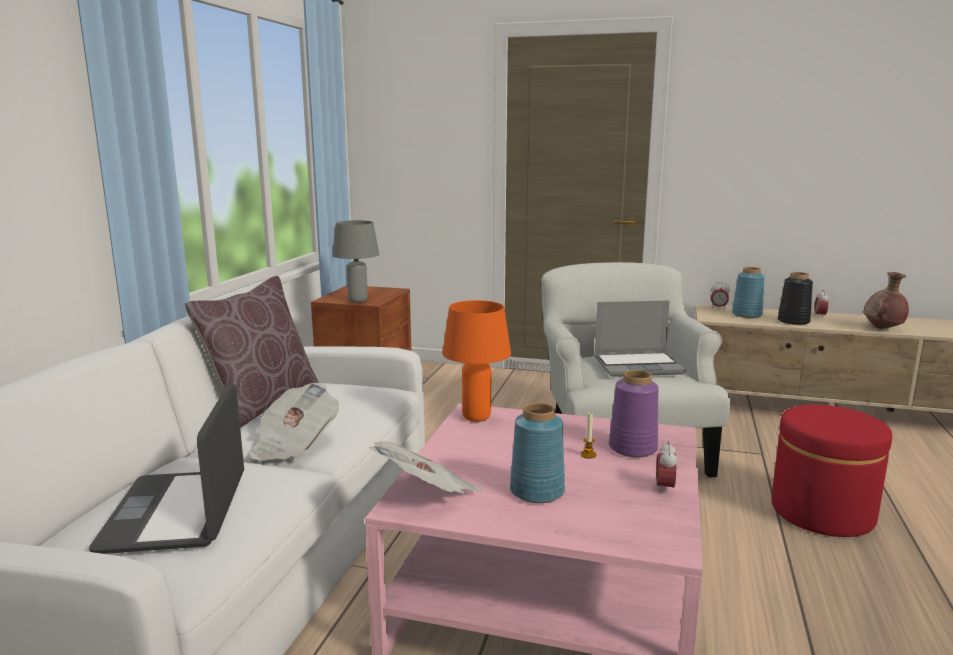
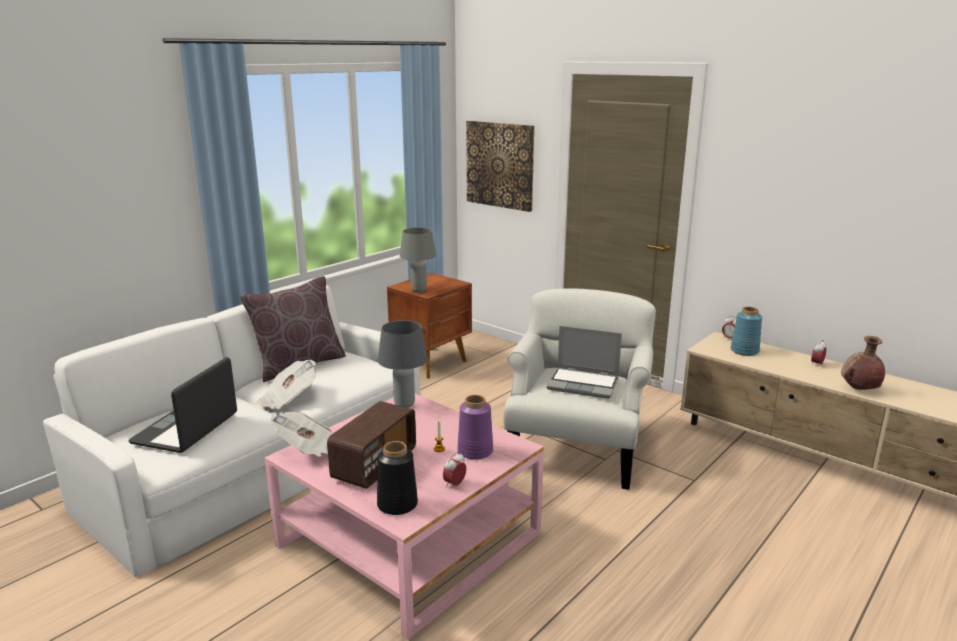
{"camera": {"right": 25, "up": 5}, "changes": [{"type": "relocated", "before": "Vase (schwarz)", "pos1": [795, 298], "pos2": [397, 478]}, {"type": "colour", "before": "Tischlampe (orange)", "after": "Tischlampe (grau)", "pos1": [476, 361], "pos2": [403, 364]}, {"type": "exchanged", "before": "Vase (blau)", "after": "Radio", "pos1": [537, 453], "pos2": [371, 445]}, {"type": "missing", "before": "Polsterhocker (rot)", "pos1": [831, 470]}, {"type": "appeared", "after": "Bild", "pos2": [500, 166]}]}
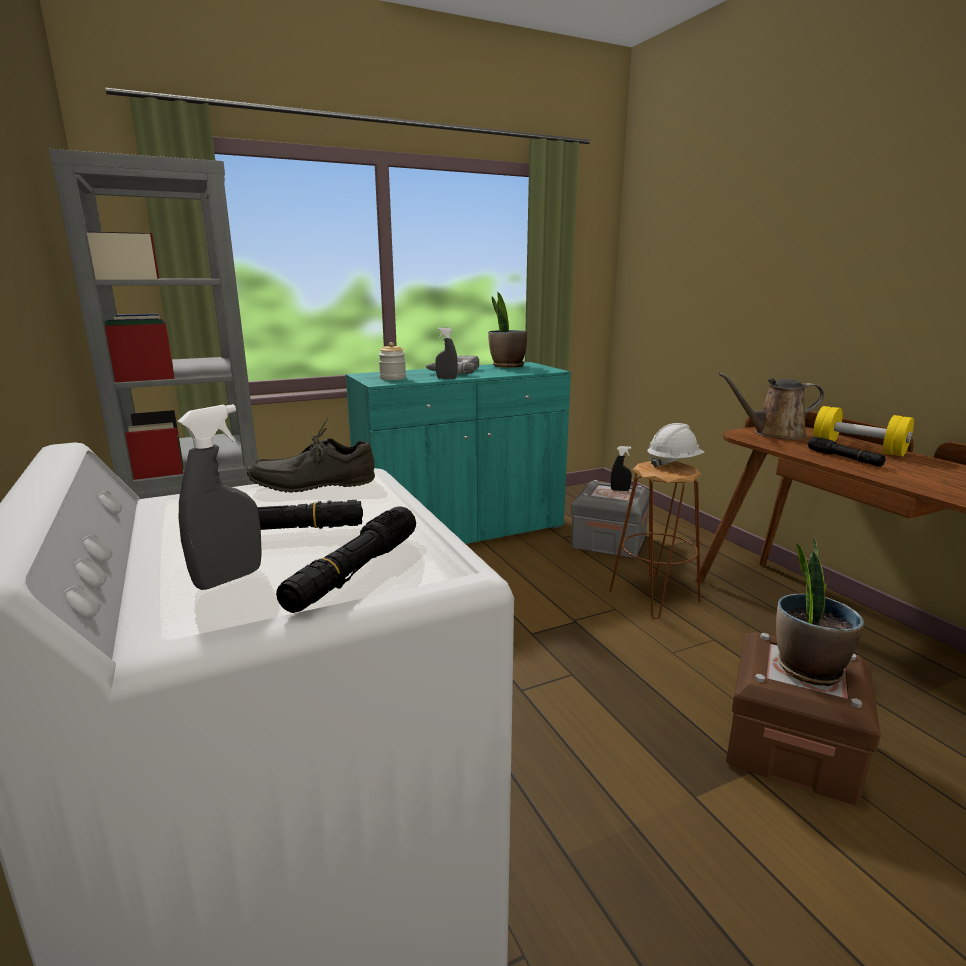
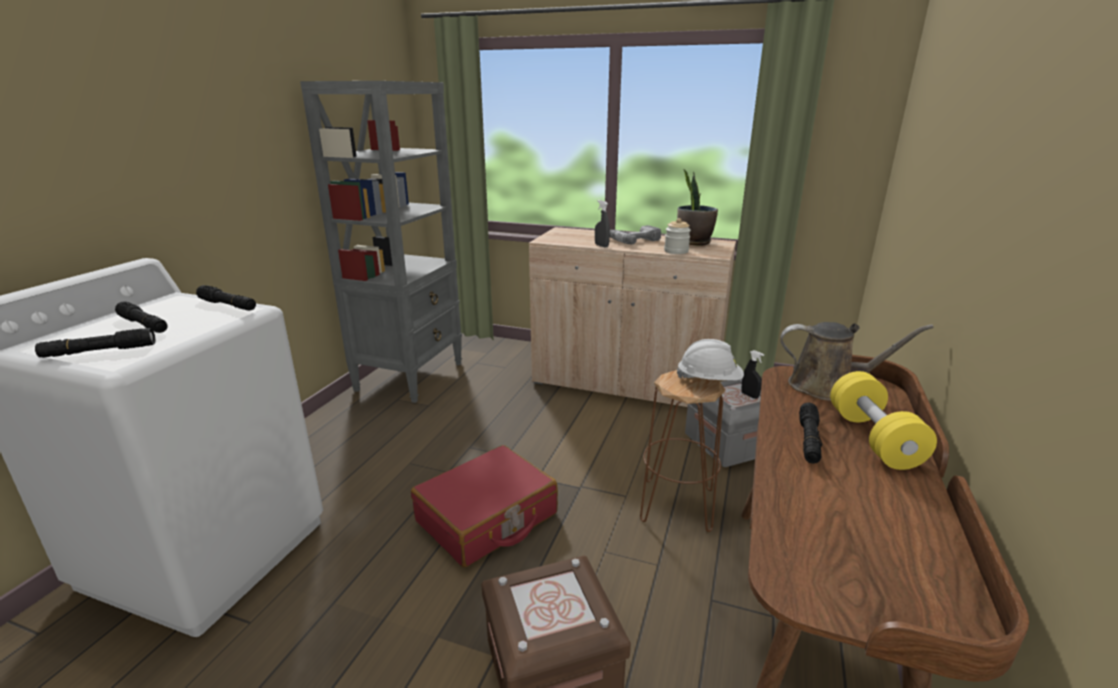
{"camera": {"right": 45, "up": 5}, "changes": [{"type": "relocated", "before": "Vorratsglas", "pos1": [392, 361], "pos2": [677, 236]}, {"type": "colour", "before": "Schrank (türkis)", "after": "Schrank (beige)", "pos1": [458, 453], "pos2": [632, 317]}, {"type": "spun", "before": "Gießkanne (braun)", "pos1": [771, 406], "pos2": [857, 361], "turn": 150}, {"type": "missing", "before": "Sprühflasche (grau)", "pos1": [219, 497]}, {"type": "exchanged", "before": "Schuh (grau)", "after": "Taschenlampe (schwarz)", "pos1": [311, 455], "pos2": [226, 298]}, {"type": "missing", "before": "Topfpflanze", "pos1": [820, 611]}, {"type": "appeared", "after": "Koffer (rot)", "pos2": [484, 506]}]}
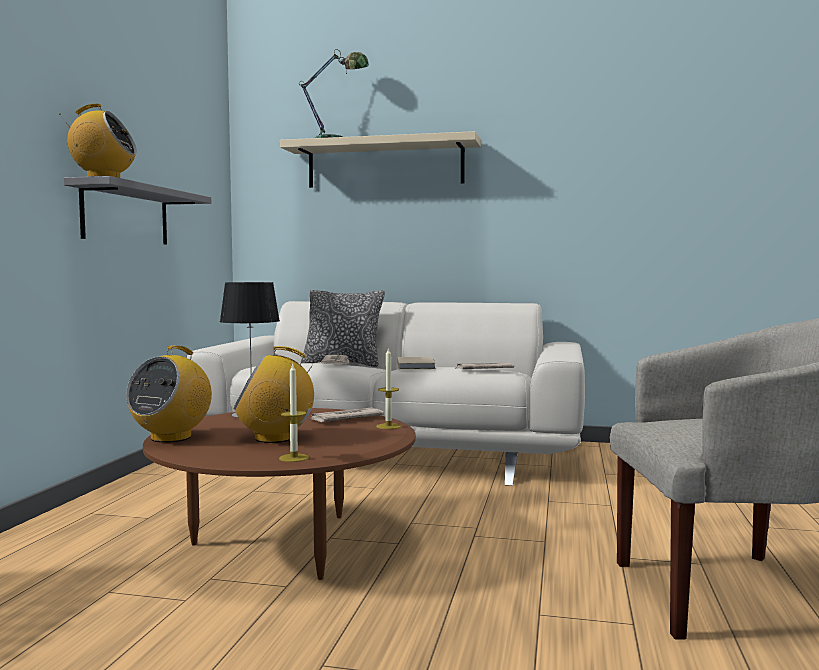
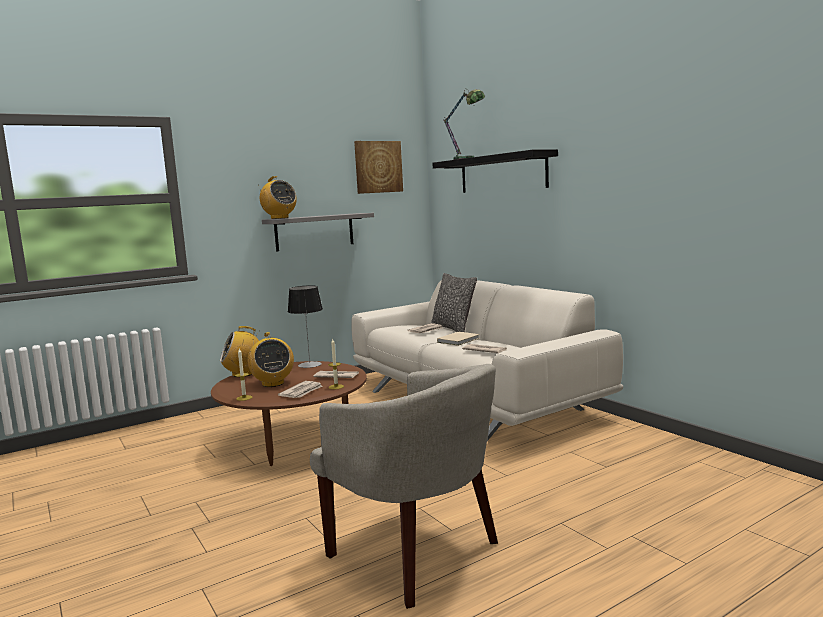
{"camera": {"right": 45, "up": 5}, "changes": [{"type": "colour", "before": "Wandregal (beige)", "after": "Wandregal (schwarz)", "pos1": [380, 159], "pos2": [495, 171]}, {"type": "spun", "before": "Radio", "pos1": [275, 394], "pos2": [271, 359], "turn": -150}, {"type": "appeared", "after": "Bild", "pos2": [378, 167]}, {"type": "appeared", "after": "Zeitung", "pos2": [300, 389]}]}
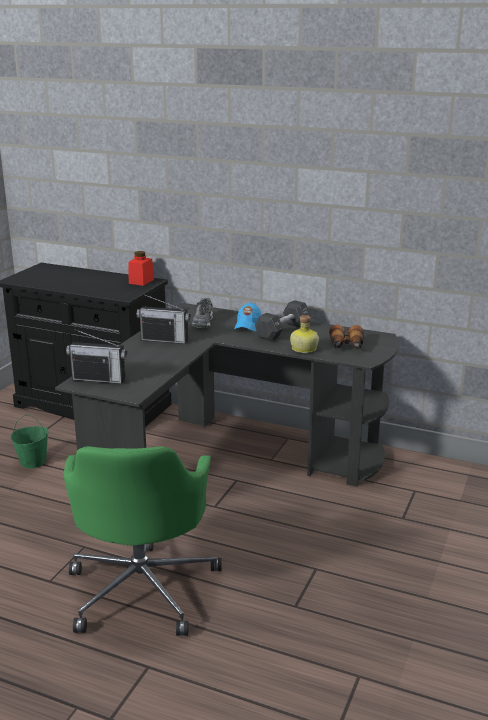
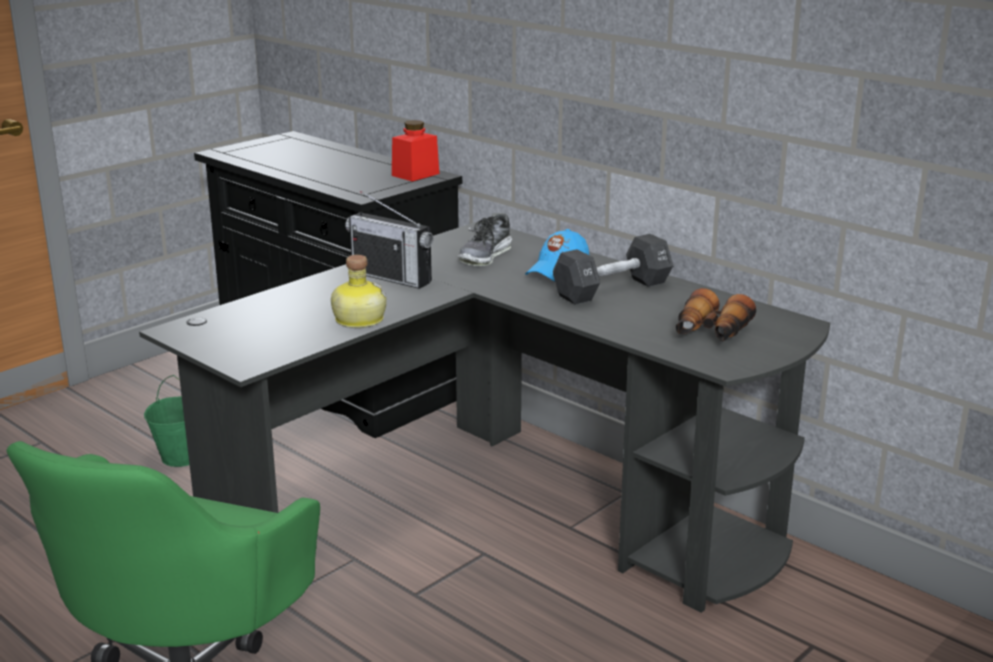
{"camera": {"right": 20, "up": 0}, "changes": [{"type": "relocated", "before": "Flasche", "pos1": [304, 334], "pos2": [359, 291]}, {"type": "missing", "before": "Radio", "pos1": [96, 357]}]}
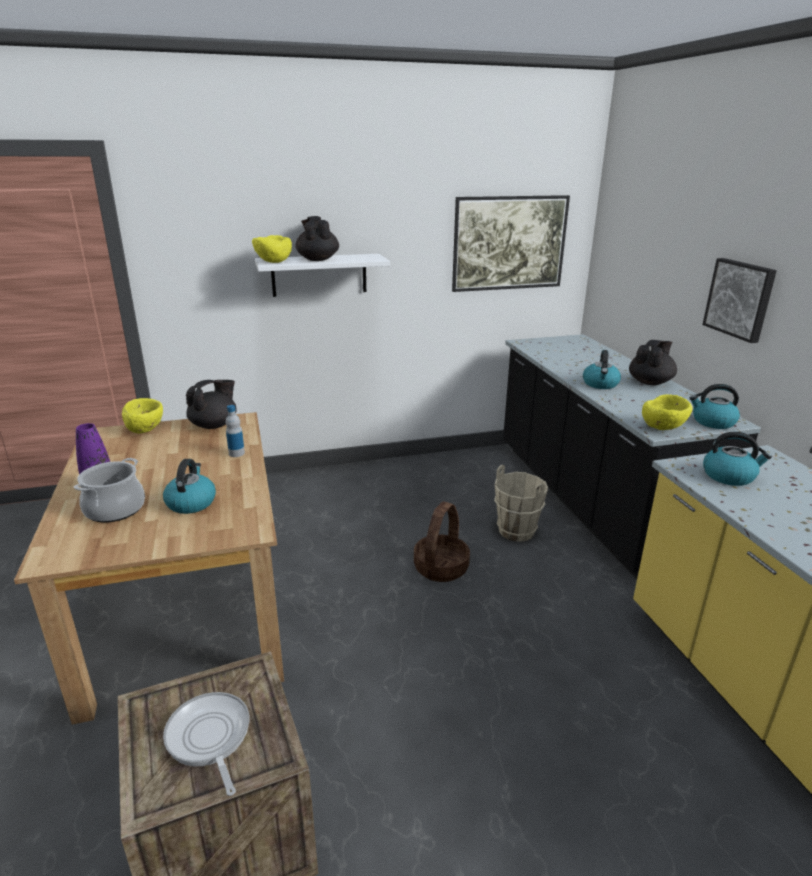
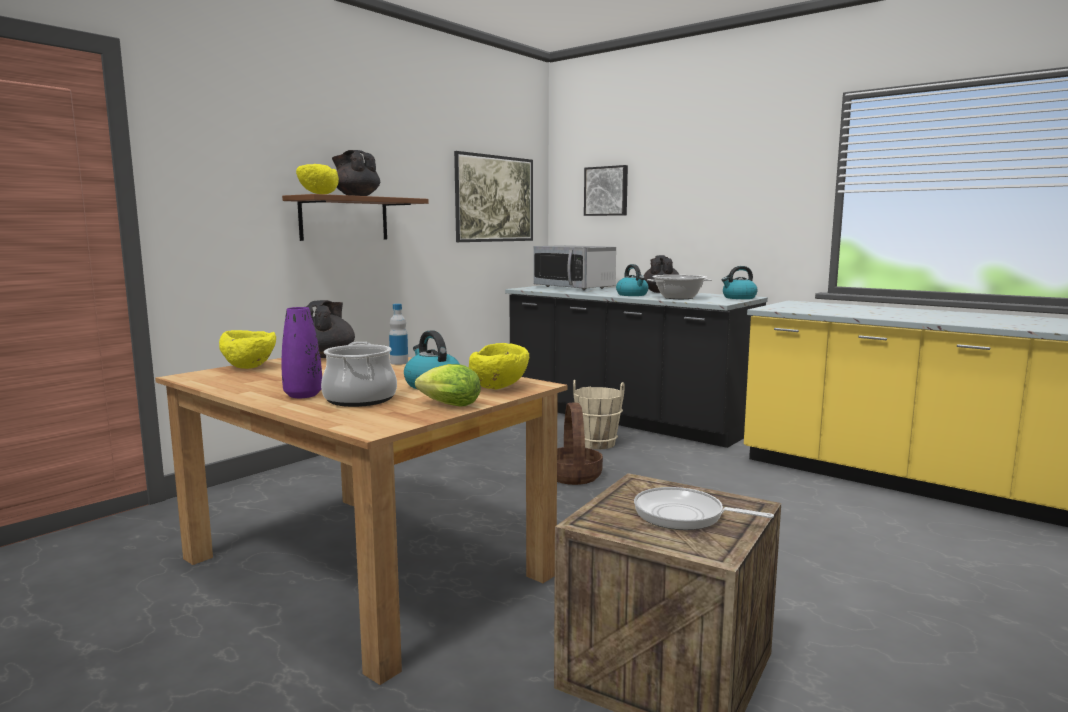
{"camera": {"right": -35, "up": -15}, "changes": [{"type": "colour", "before": "Wandregal (weiß)", "after": "Wandregal (braun)", "pos1": [322, 275], "pos2": [355, 217]}, {"type": "relocated", "before": "Bild", "pos1": [739, 300], "pos2": [606, 190]}, {"type": "relocated", "before": "Schüssel (gelb)", "pos1": [667, 412], "pos2": [499, 366]}, {"type": "missing", "before": "Wasserkessel", "pos1": [737, 459]}, {"type": "appeared", "after": "Mikrowelle", "pos2": [575, 267]}, {"type": "appeared", "after": "Kochtopf", "pos2": [679, 287]}, {"type": "appeared", "after": "Salatkopf", "pos2": [448, 385]}]}
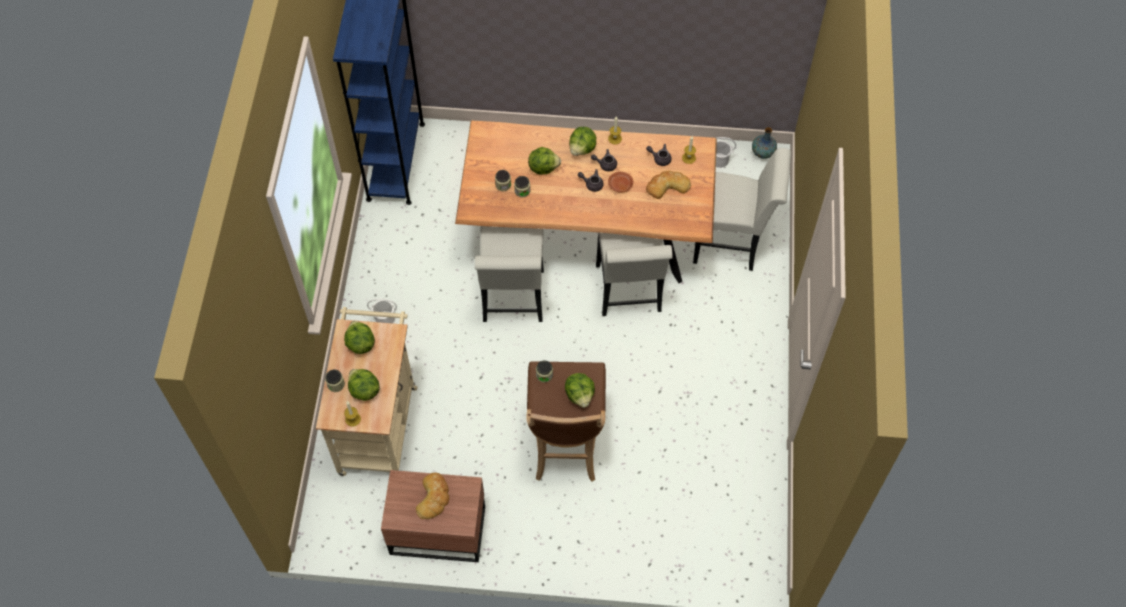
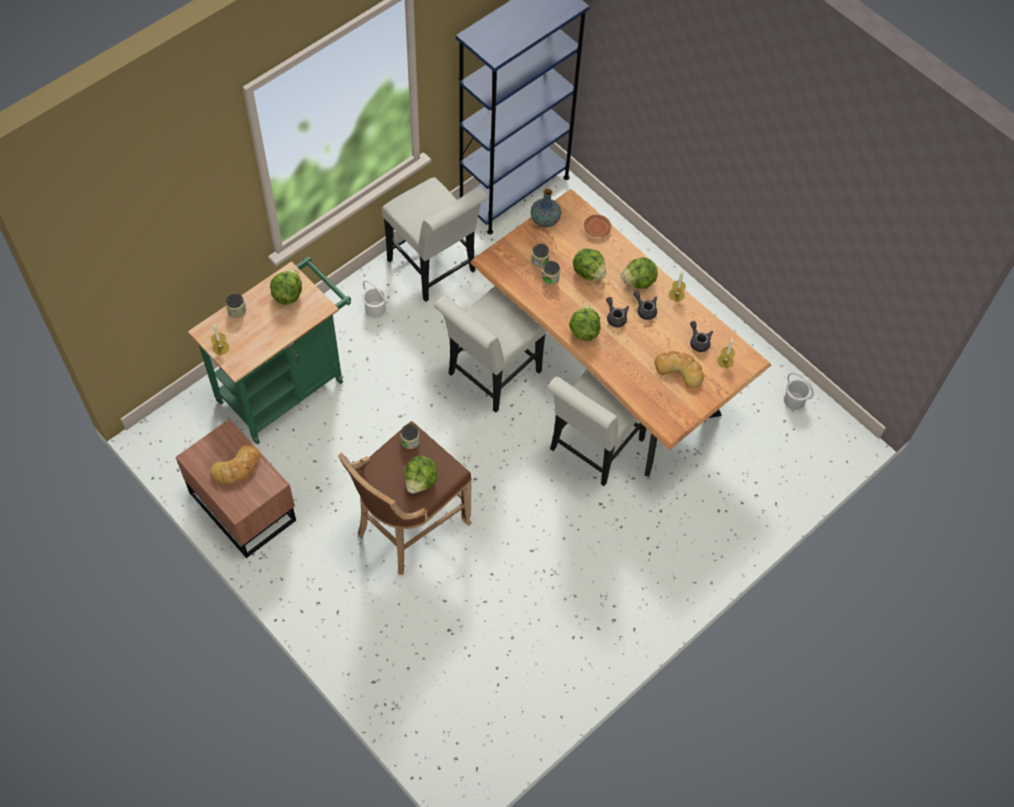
{"camera": {"right": 40, "up": 0}, "changes": [{"type": "relocated", "before": "Vase", "pos1": [764, 143], "pos2": [546, 208]}, {"type": "relocated", "before": "Stuhl (weiß)", "pos1": [742, 209], "pos2": [435, 239]}, {"type": "relocated", "before": "Teller (braun)", "pos1": [620, 182], "pos2": [597, 226]}, {"type": "colour", "before": "Rollwagen (beige)", "after": "Rollwagen (grün)", "pos1": [366, 391], "pos2": [269, 350]}, {"type": "relocated", "before": "Salatkopf", "pos1": [364, 385], "pos2": [584, 323]}]}
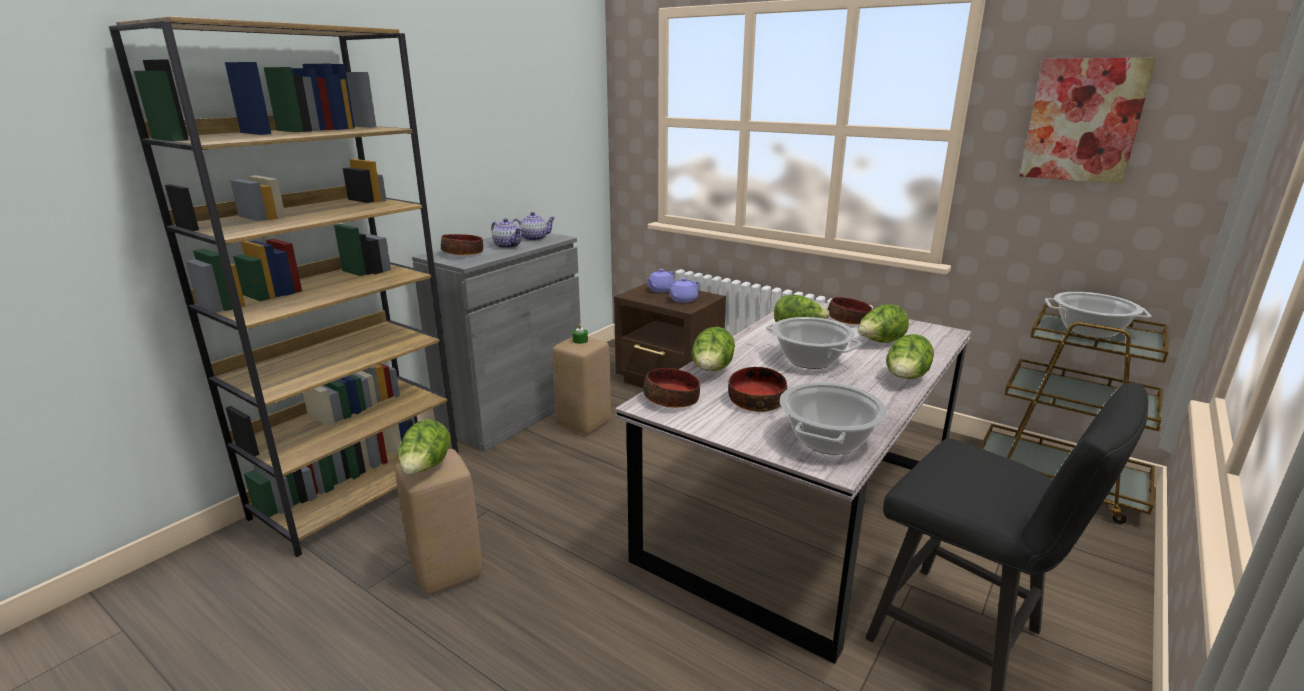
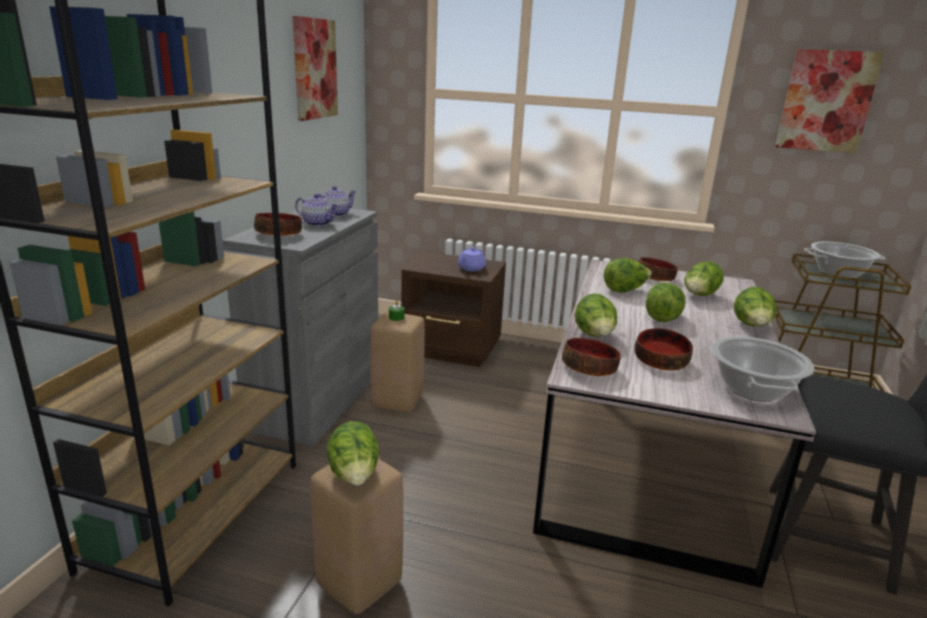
{"camera": {"right": -20, "up": 0}, "changes": [{"type": "missing", "before": "Teekanne (lila)", "pos1": [661, 281]}, {"type": "exchanged", "before": "Kochtopf", "after": "Salatkopf", "pos1": [814, 343], "pos2": [665, 302]}, {"type": "appeared", "after": "Bild", "pos2": [315, 68]}]}
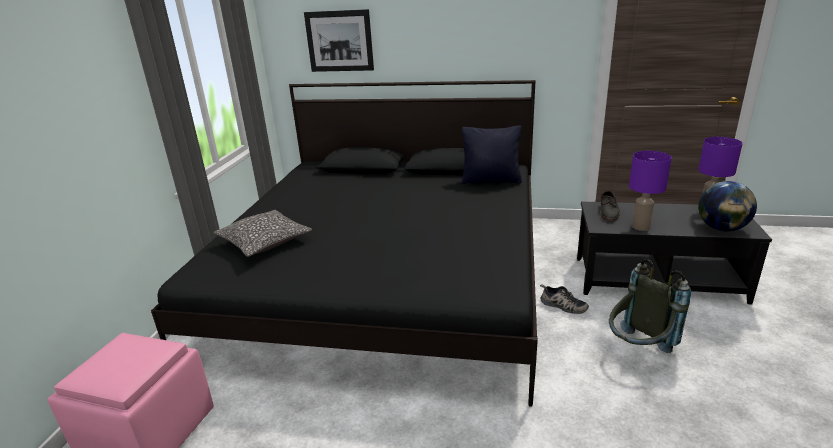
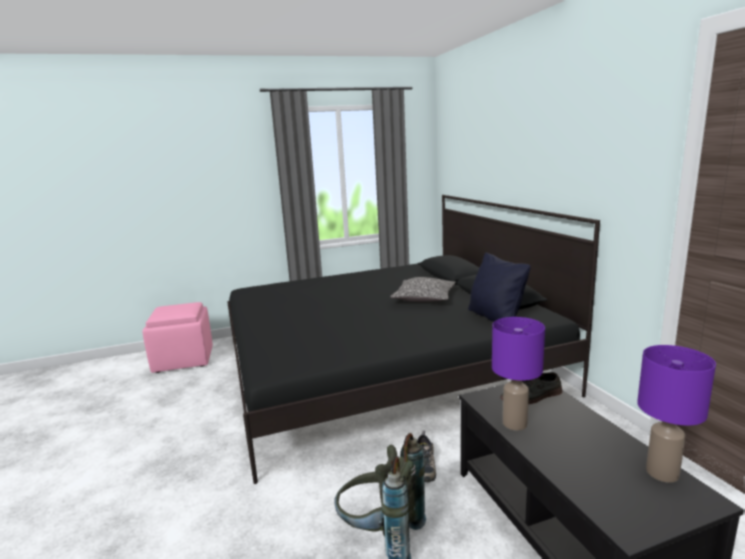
{"camera": {"right": 60, "up": -10}, "changes": [{"type": "missing", "before": "Bild", "pos1": [339, 40]}, {"type": "missing", "before": "Globus", "pos1": [727, 206]}, {"type": "relocated", "before": "Kissen", "pos1": [263, 233], "pos2": [423, 289]}]}
